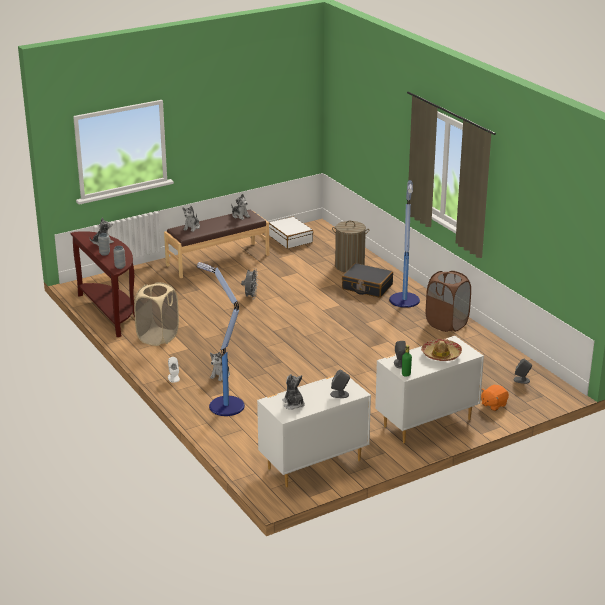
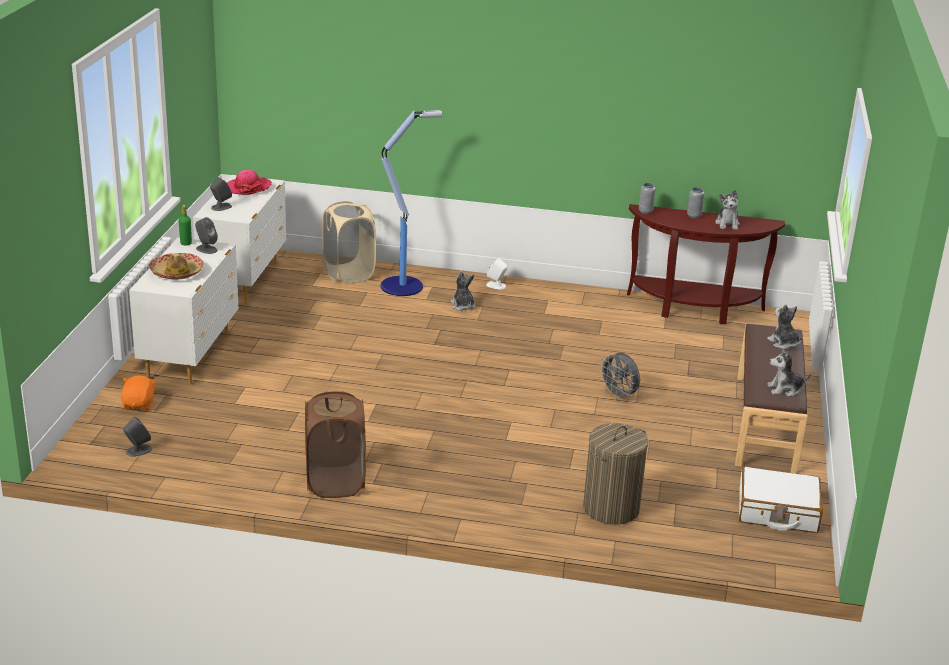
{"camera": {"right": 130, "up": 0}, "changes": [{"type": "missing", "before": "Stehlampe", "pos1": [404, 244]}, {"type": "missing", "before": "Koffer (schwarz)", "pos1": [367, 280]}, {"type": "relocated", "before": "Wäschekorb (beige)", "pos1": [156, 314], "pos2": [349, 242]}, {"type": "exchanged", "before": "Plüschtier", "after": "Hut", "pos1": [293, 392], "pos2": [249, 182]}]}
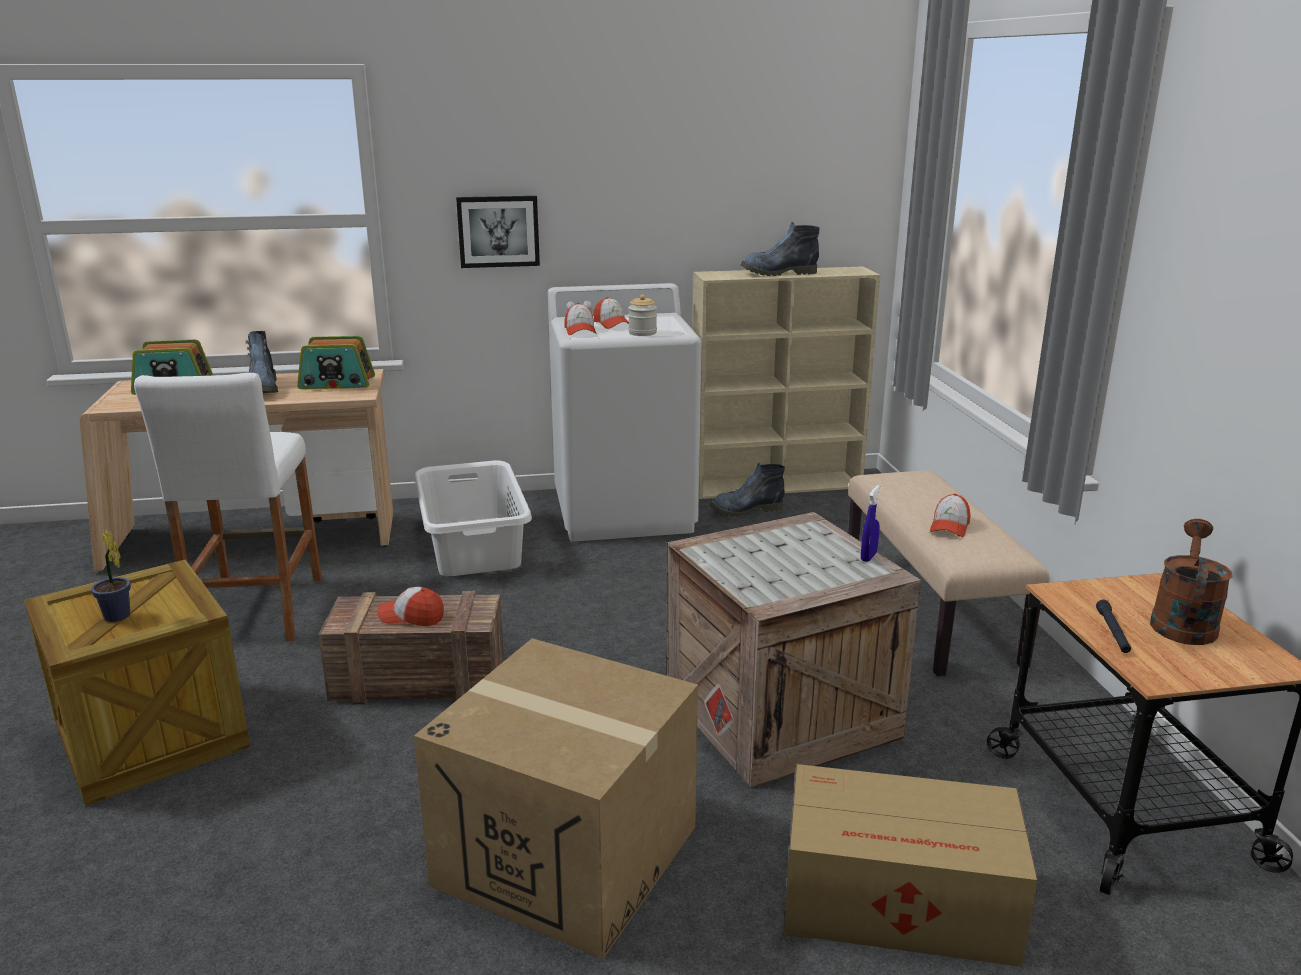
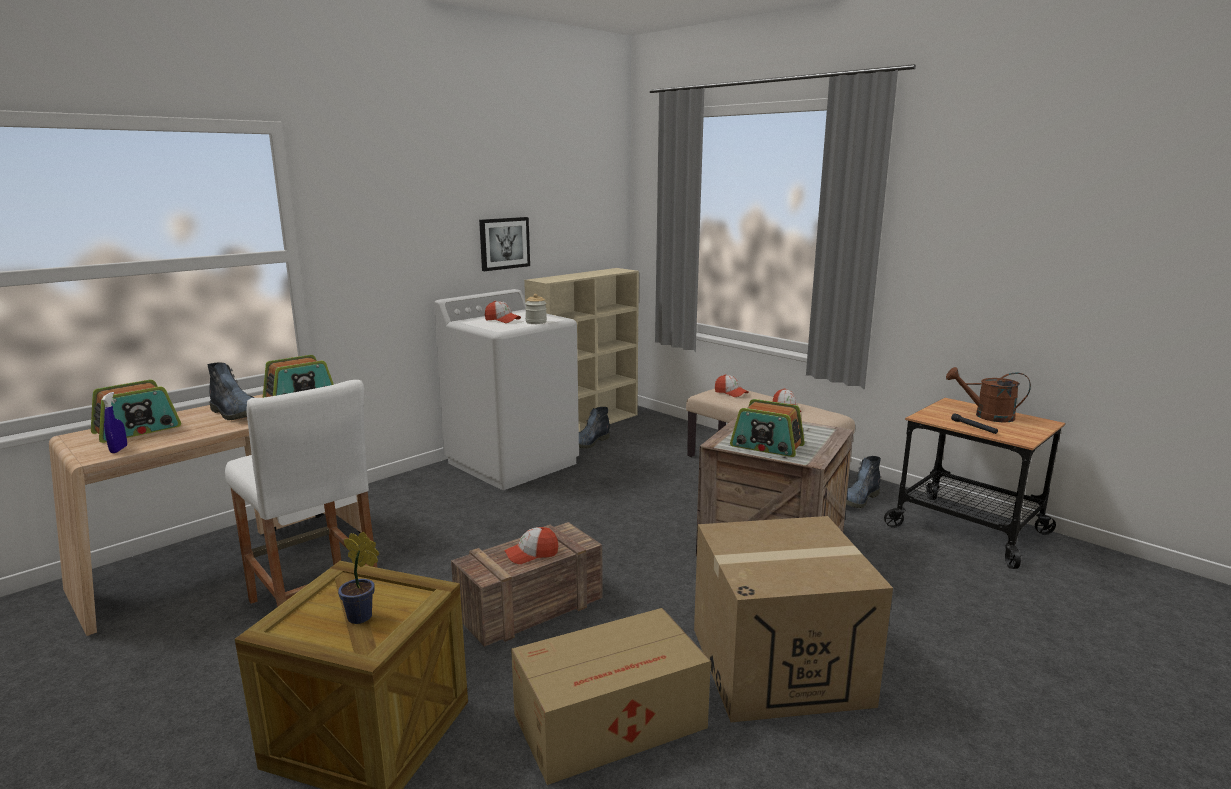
{"camera": {"right": -35, "up": -5}, "changes": [{"type": "relocated", "before": "Bild", "pos1": [498, 232], "pos2": [504, 244]}, {"type": "relocated", "before": "Stiefel", "pos1": [779, 249], "pos2": [863, 482]}, {"type": "relocated", "before": "Kappe", "pos1": [580, 319], "pos2": [732, 385]}, {"type": "missing", "before": "Wäschekorb (weiß)", "pos1": [473, 518]}, {"type": "relocated", "before": "Sprühflasche (blau)", "pos1": [870, 523], "pos2": [114, 422]}, {"type": "spun", "before": "Gießkanne (braun)", "pos1": [1191, 582], "pos2": [988, 394], "turn": -60}, {"type": "relocated", "before": "Karton", "pos1": [911, 865], "pos2": [611, 696]}, {"type": "appeared", "after": "Radio", "pos2": [767, 428]}]}
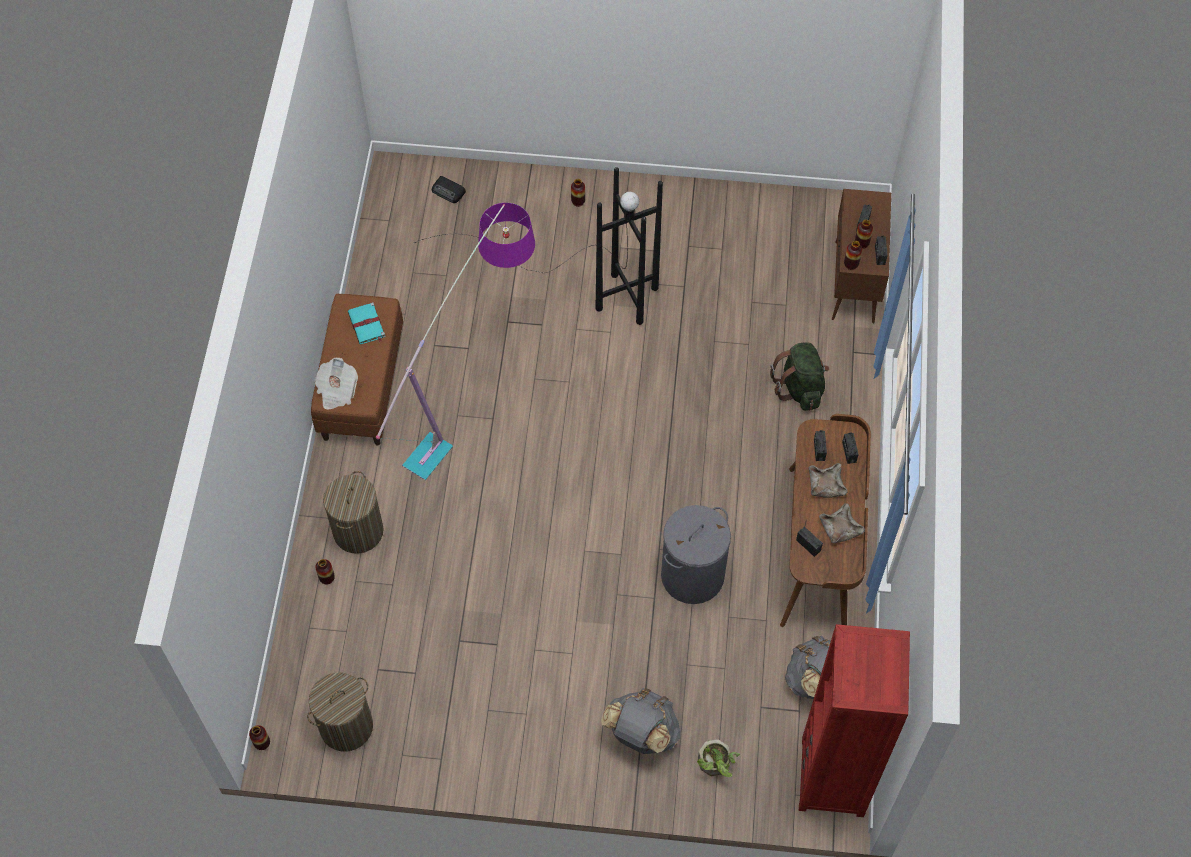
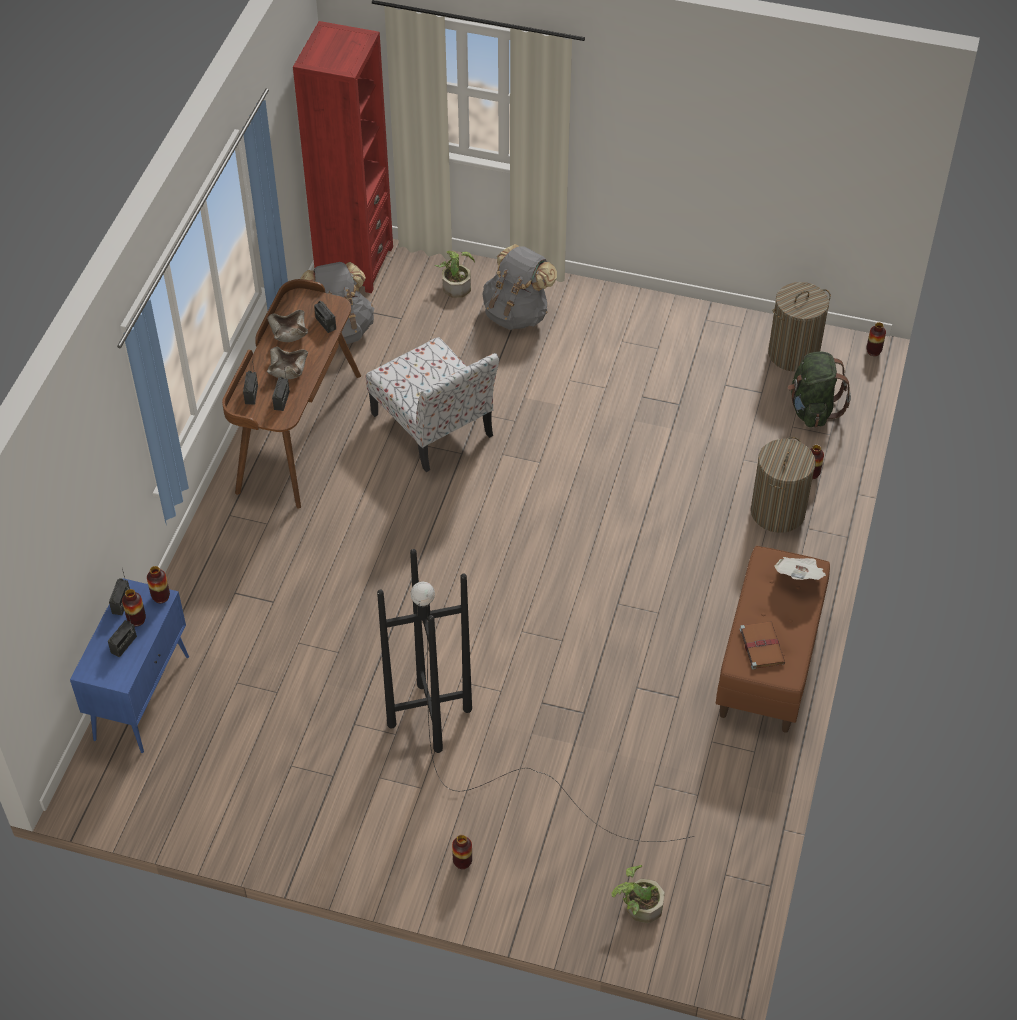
{"camera": {"right": -170, "up": -10}, "changes": [{"type": "exchanged", "before": "Radio", "after": "Topfpflanze", "pos1": [449, 189], "pos2": [638, 894]}, {"type": "colour", "before": "Schrank (braun)", "after": "Schrank (blau)", "pos1": [861, 256], "pos2": [129, 665]}, {"type": "missing", "before": "Stehlampe", "pos1": [455, 341]}, {"type": "colour", "before": "Buch (türkis)", "after": "Buch (braun)", "pos1": [367, 323], "pos2": [762, 645]}, {"type": "relocated", "before": "Rucksack (grün)", "pos1": [799, 376], "pos2": [819, 389]}, {"type": "exchanged", "before": "Wäschekorb (grau)", "after": "Stuhl", "pos1": [696, 554], "pos2": [432, 404]}]}
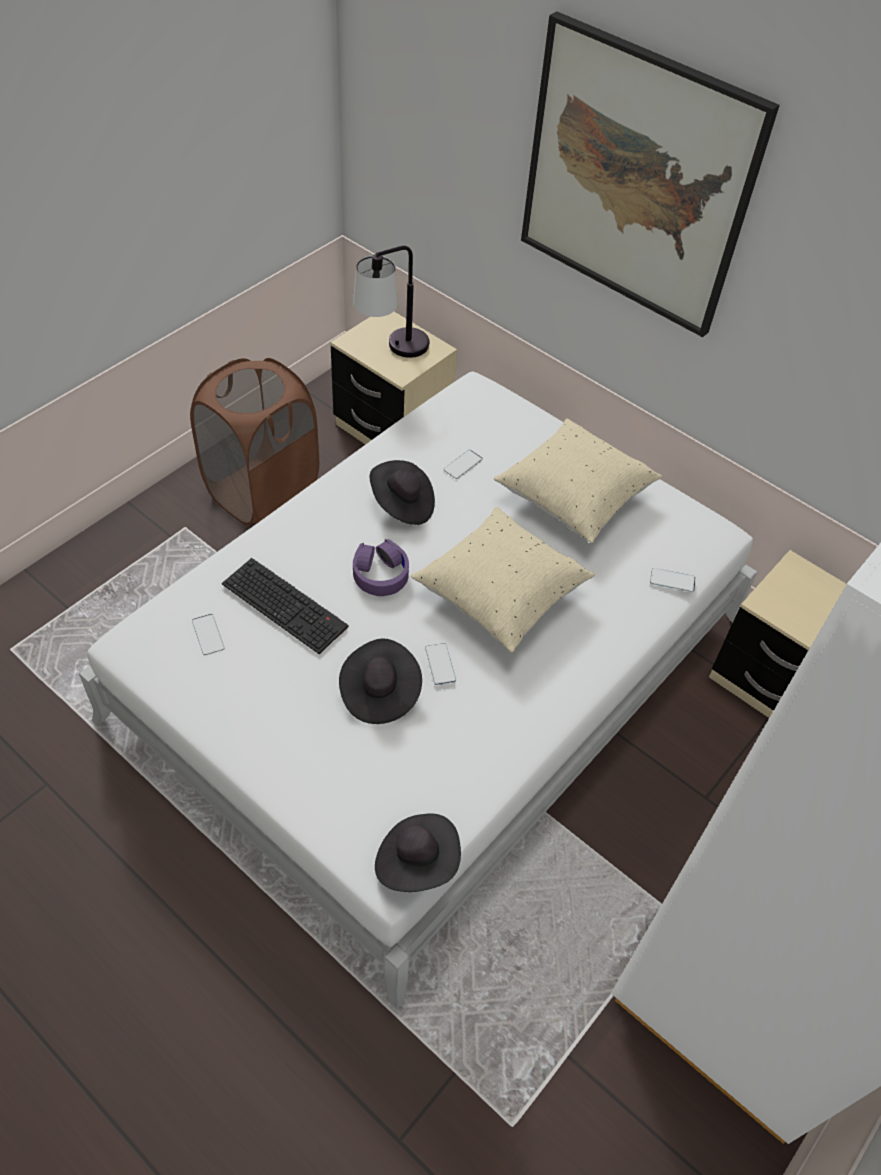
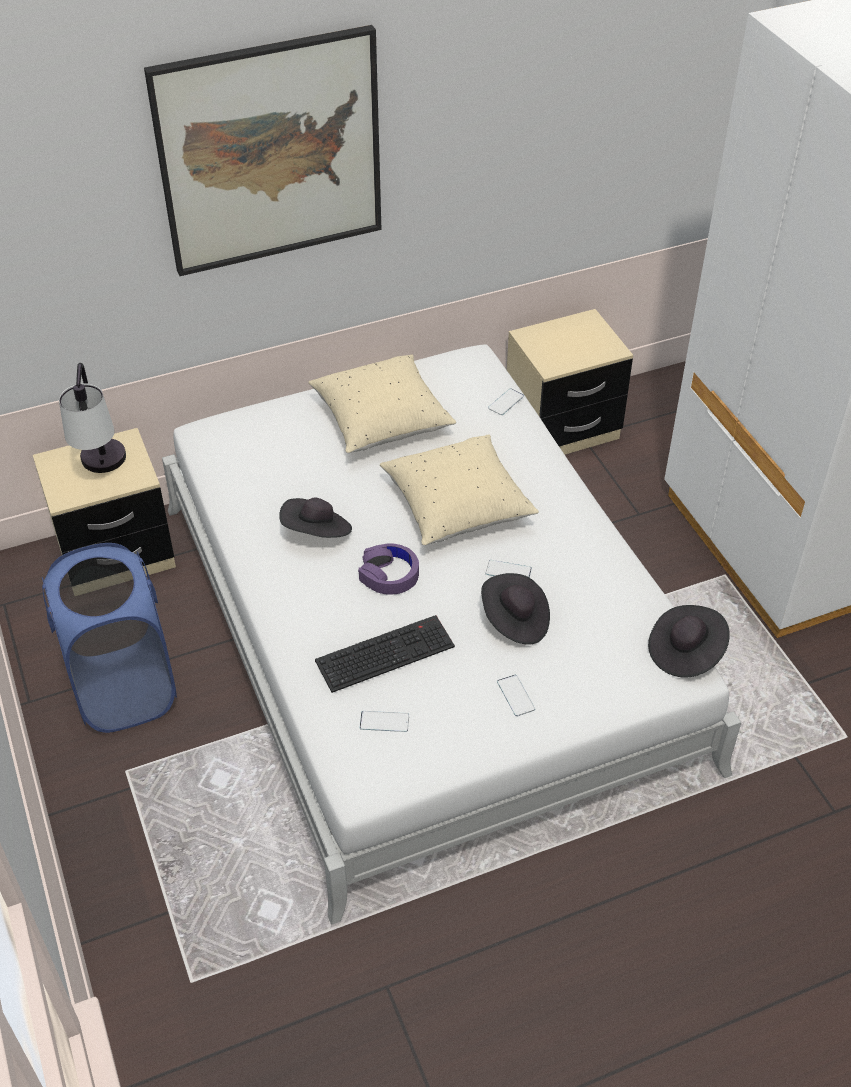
{"camera": {"right": -60, "up": -5}, "changes": [{"type": "colour", "before": "Wäschekorb (braun)", "after": "Wäschekorb (blau)", "pos1": [254, 442], "pos2": [109, 638]}, {"type": "relocated", "before": "Handy", "pos1": [463, 464], "pos2": [516, 695]}]}
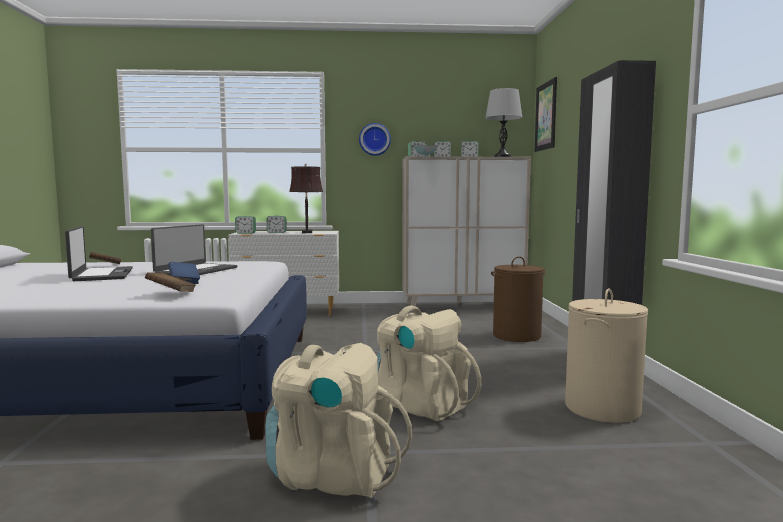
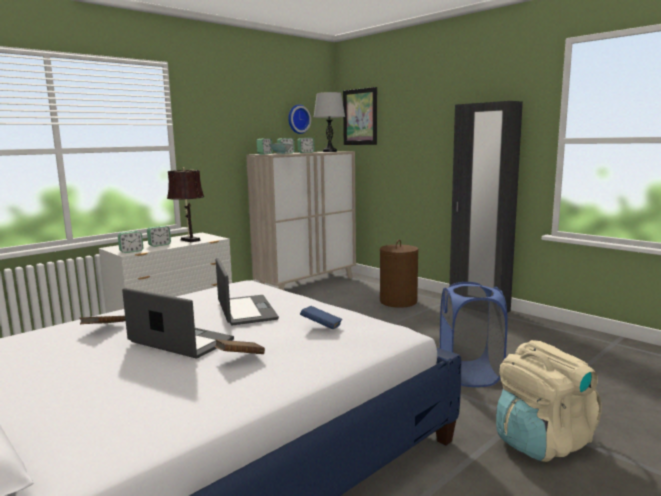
{"camera": {"right": -40, "up": 5}, "changes": [{"type": "relocated", "before": "Wanduhr", "pos1": [375, 139], "pos2": [299, 119]}, {"type": "relocated", "before": "Buch (braun)", "pos1": [170, 282], "pos2": [240, 346]}, {"type": "missing", "before": "Wäschekorb (beige)", "pos1": [606, 356]}, {"type": "exchanged", "before": "Rucksack (beige)", "after": "Wäschekorb (blau)", "pos1": [429, 363], "pos2": [474, 334]}]}
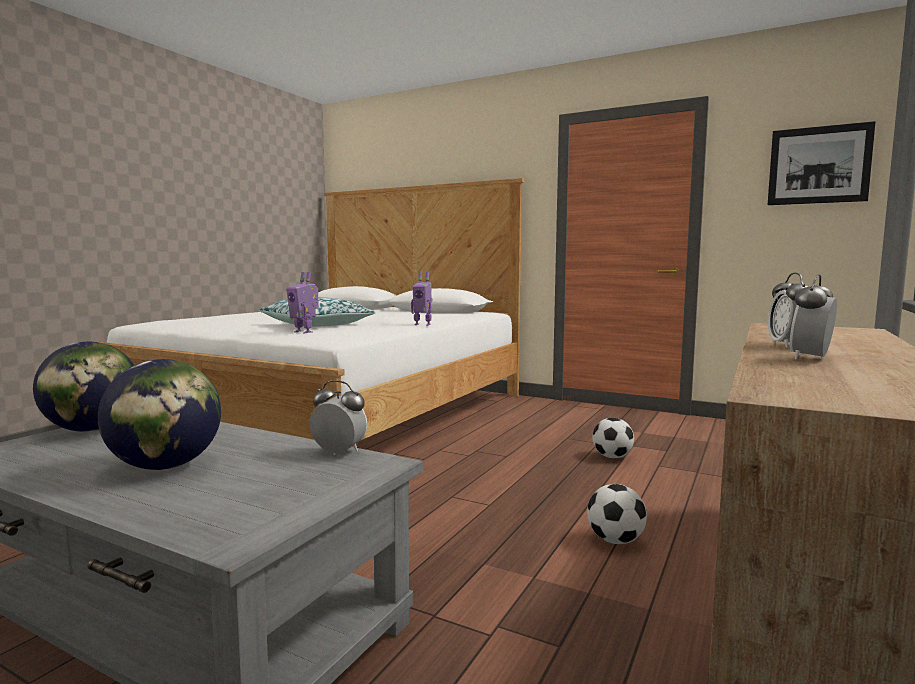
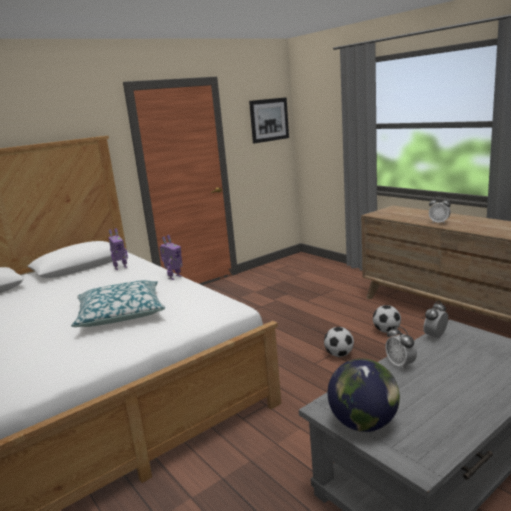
{"camera": {"right": -65, "up": 10}, "changes": [{"type": "relocated", "before": "Spielzeugroboter", "pos1": [302, 302], "pos2": [118, 249]}, {"type": "relocated", "before": "Wecker", "pos1": [813, 316], "pos2": [401, 348]}, {"type": "missing", "before": "Globus", "pos1": [159, 414]}, {"type": "relocated", "before": "Fußball", "pos1": [613, 438], "pos2": [339, 342]}]}
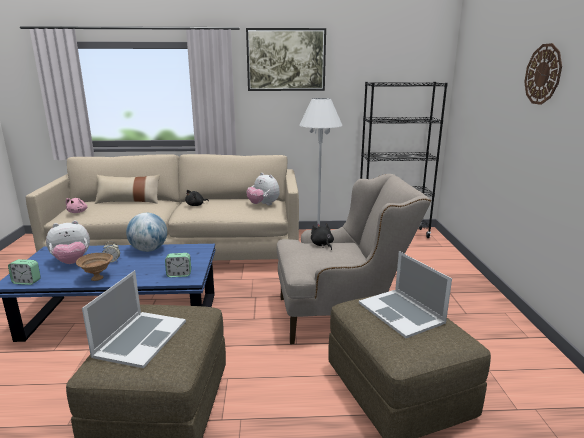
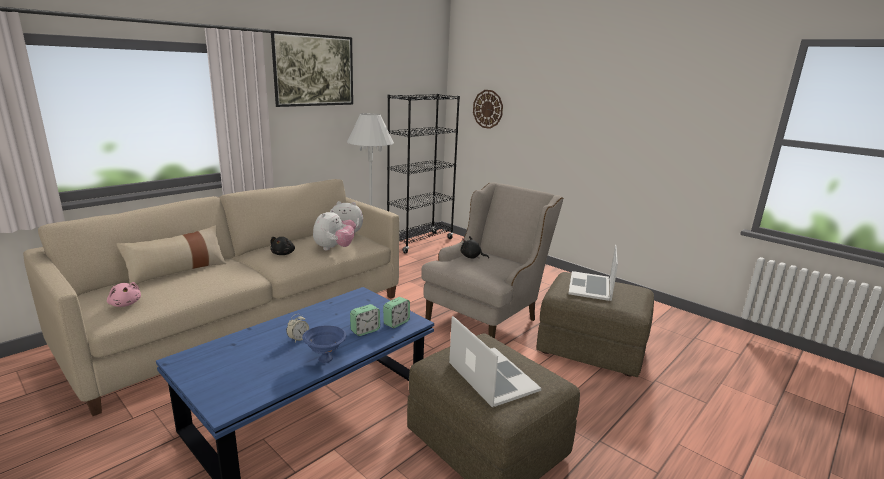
{"camera": {"right": -45, "up": 0}, "changes": [{"type": "relocated", "before": "Wanduhr", "pos1": [543, 74], "pos2": [488, 109]}, {"type": "missing", "before": "Globus", "pos1": [146, 232]}, {"type": "relocated", "before": "Plüschtier", "pos1": [68, 242], "pos2": [334, 229]}, {"type": "spun", "before": "Laptop", "pos1": [405, 294], "pos2": [593, 273], "turn": 90}, {"type": "colour", "before": "Schüssel (braun)", "after": "Schüssel (blau)", "pos1": [94, 267], "pos2": [324, 344]}, {"type": "relocated", "before": "Wecker", "pos1": [24, 272], "pos2": [365, 320]}]}
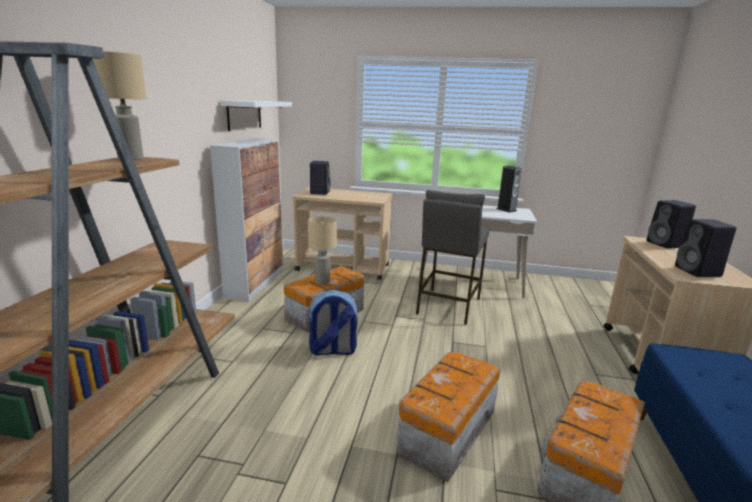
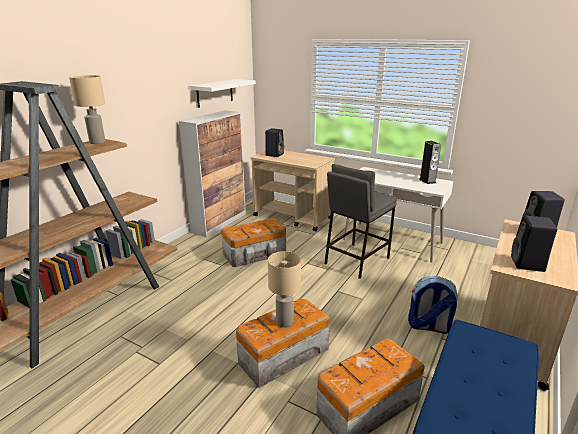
{"camera": {"right": 20, "up": 5}, "changes": [{"type": "relocated", "before": "Tischlampe (beige)", "pos1": [322, 250], "pos2": [284, 289]}, {"type": "relocated", "before": "Rucksack", "pos1": [332, 322], "pos2": [433, 305]}]}
